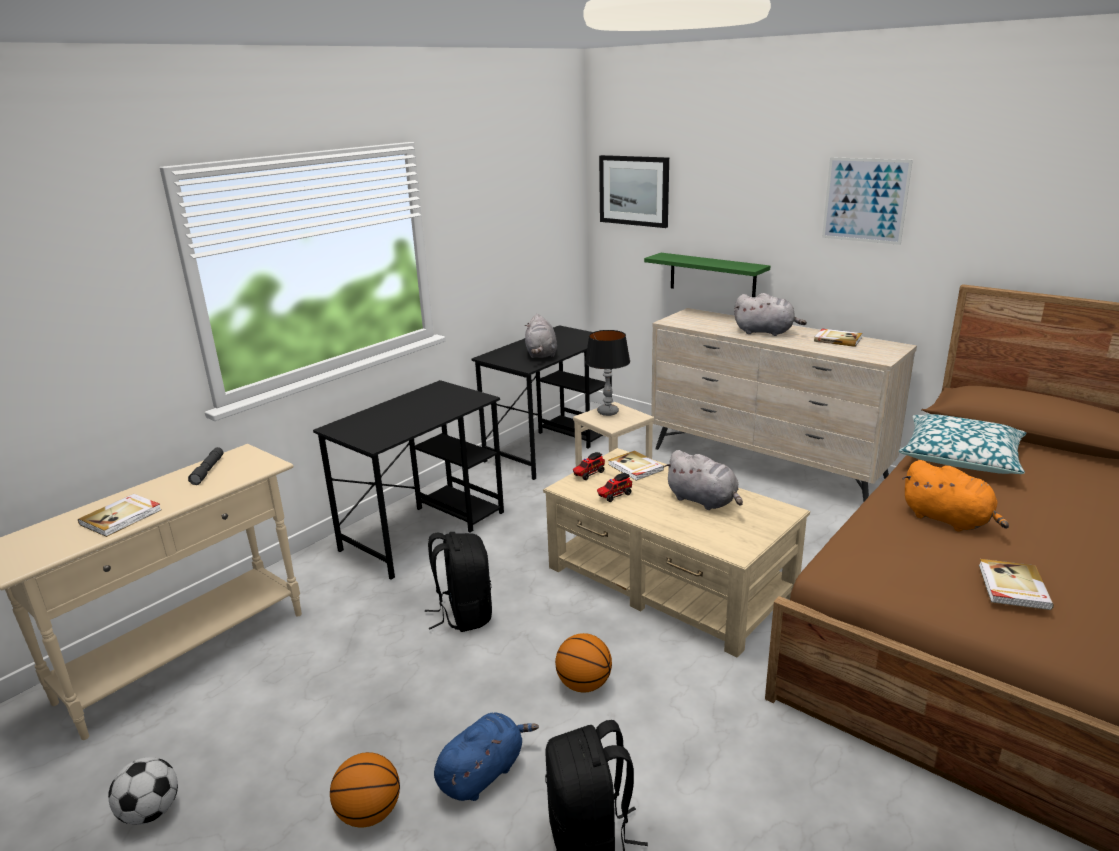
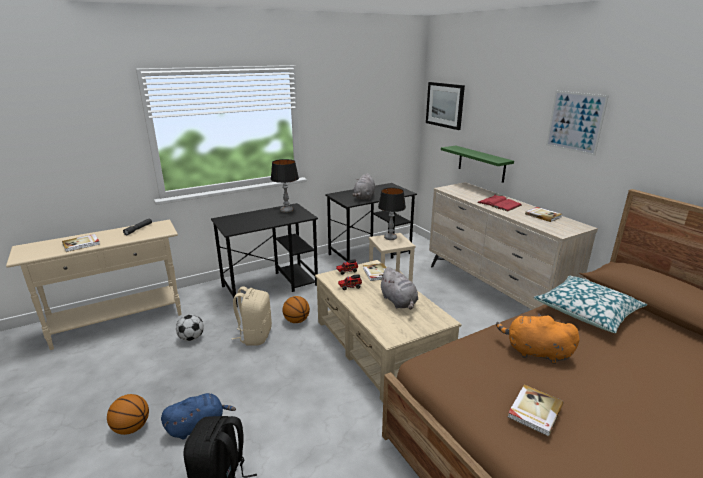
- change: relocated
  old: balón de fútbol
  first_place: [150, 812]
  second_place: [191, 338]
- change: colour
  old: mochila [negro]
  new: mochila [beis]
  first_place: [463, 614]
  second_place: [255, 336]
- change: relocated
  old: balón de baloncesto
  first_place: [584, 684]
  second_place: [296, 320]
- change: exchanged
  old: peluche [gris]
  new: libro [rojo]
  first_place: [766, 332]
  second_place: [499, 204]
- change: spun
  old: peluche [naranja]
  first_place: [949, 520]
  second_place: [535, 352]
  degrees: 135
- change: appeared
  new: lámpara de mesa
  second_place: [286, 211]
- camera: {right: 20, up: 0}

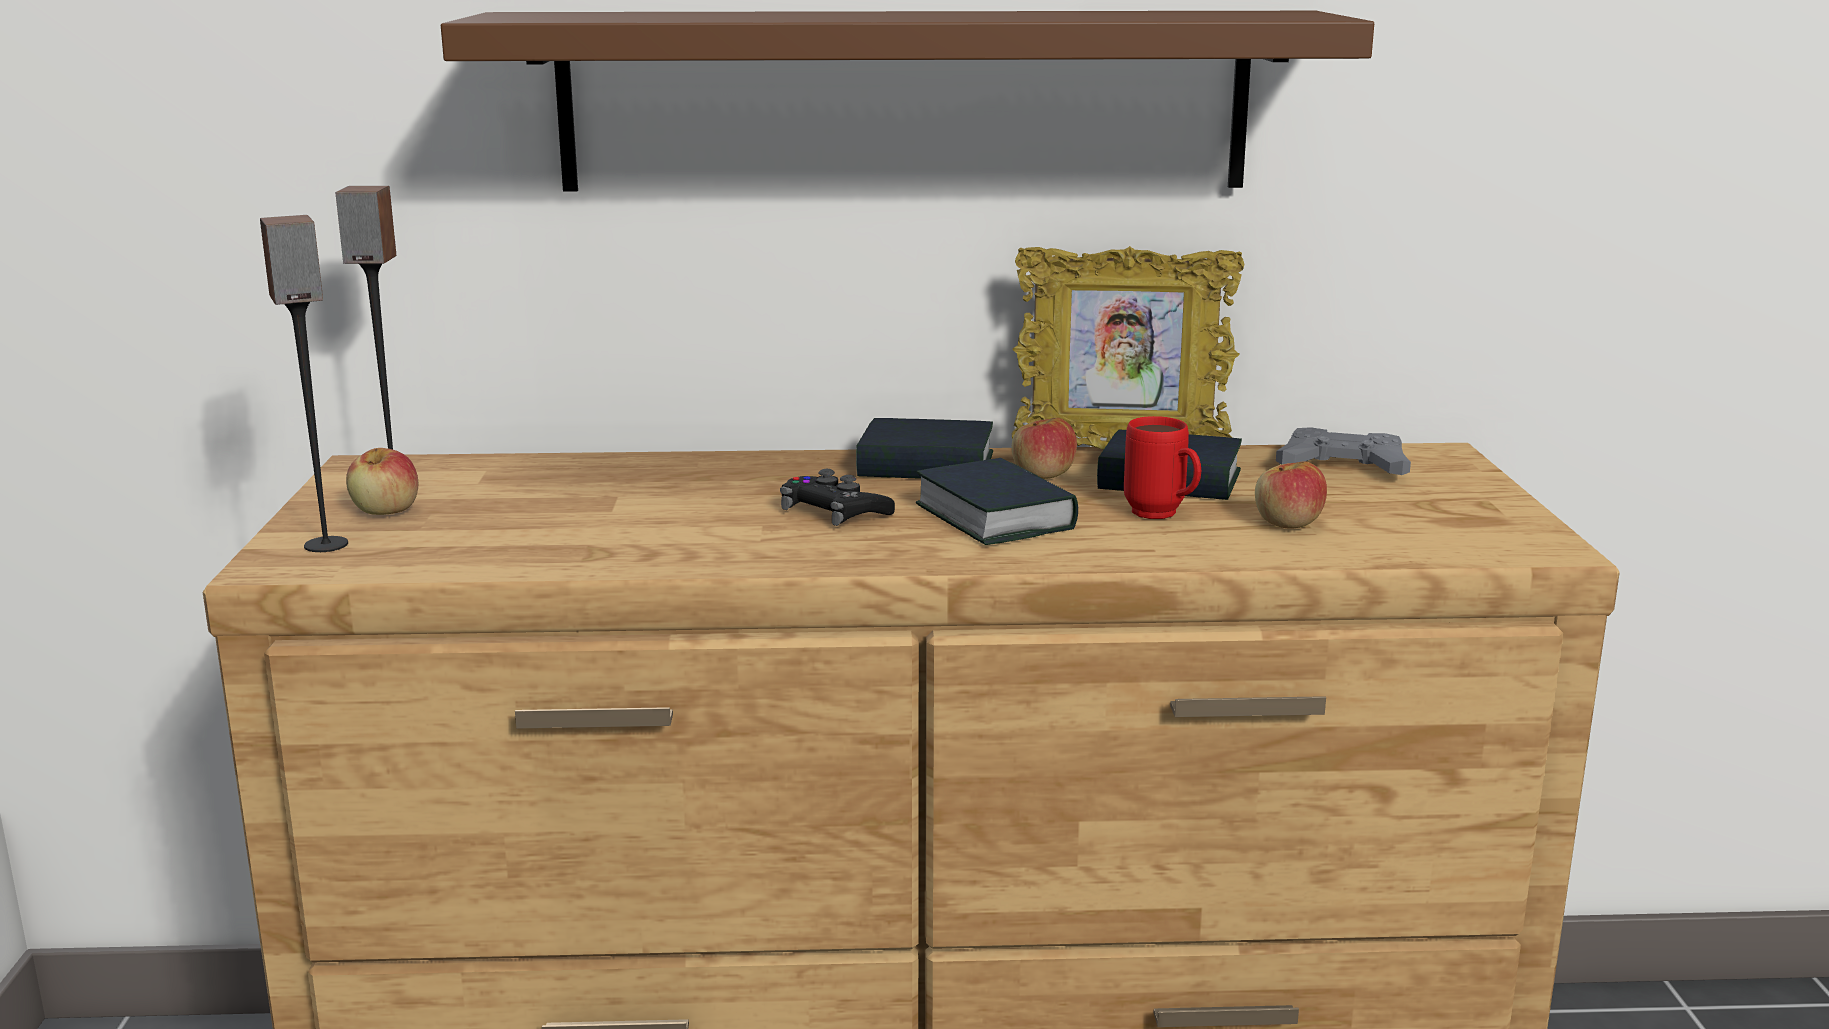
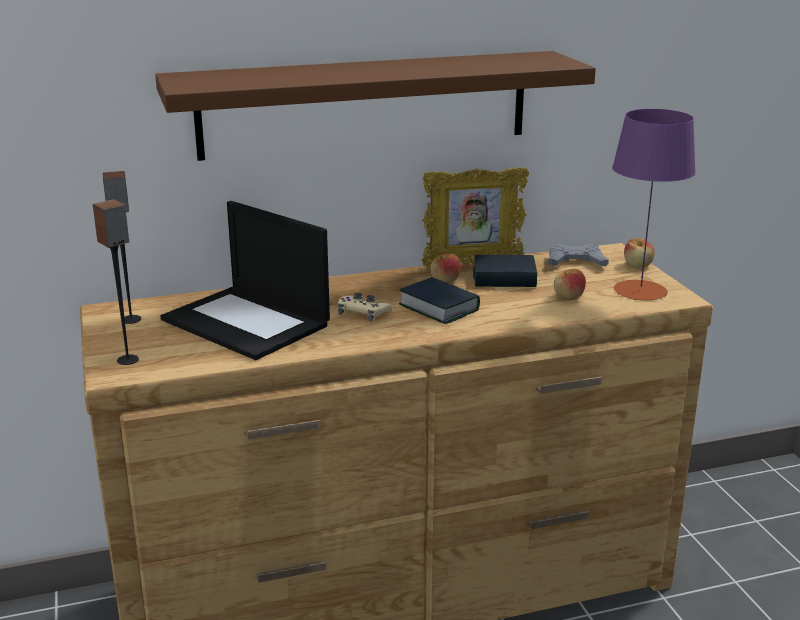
- change: relocated
  old: manzana
  first_place: [386, 511]
  second_place: [638, 265]
- change: colour
  old: mando de consola [negro]
  new: mando de consola [beis]
  first_place: [834, 512]
  second_place: [363, 313]
- change: missing
  old: libro
  first_place: [926, 466]
- change: missing
  old: taza grande [rojo]
  first_place: [1163, 516]
- change: appeared
  new: portátil
  second_place: [248, 322]
- change: appeared
  new: lámpara de mesa [morado]
  second_place: [640, 290]
- camera: {right: -15, up: 5}

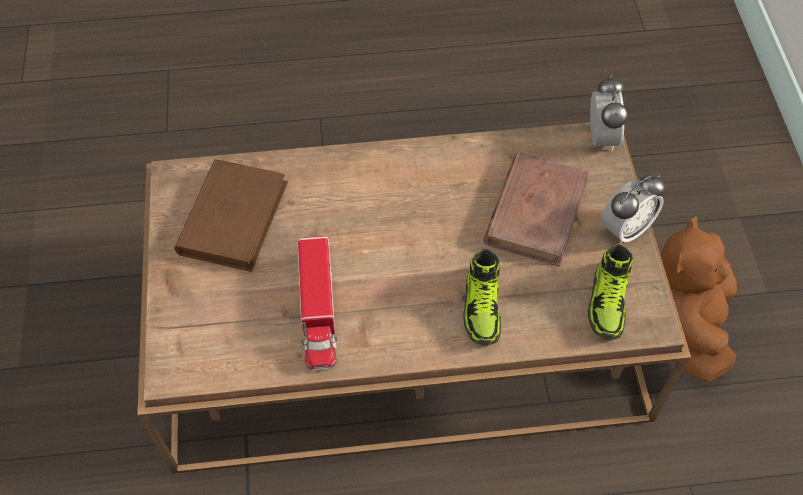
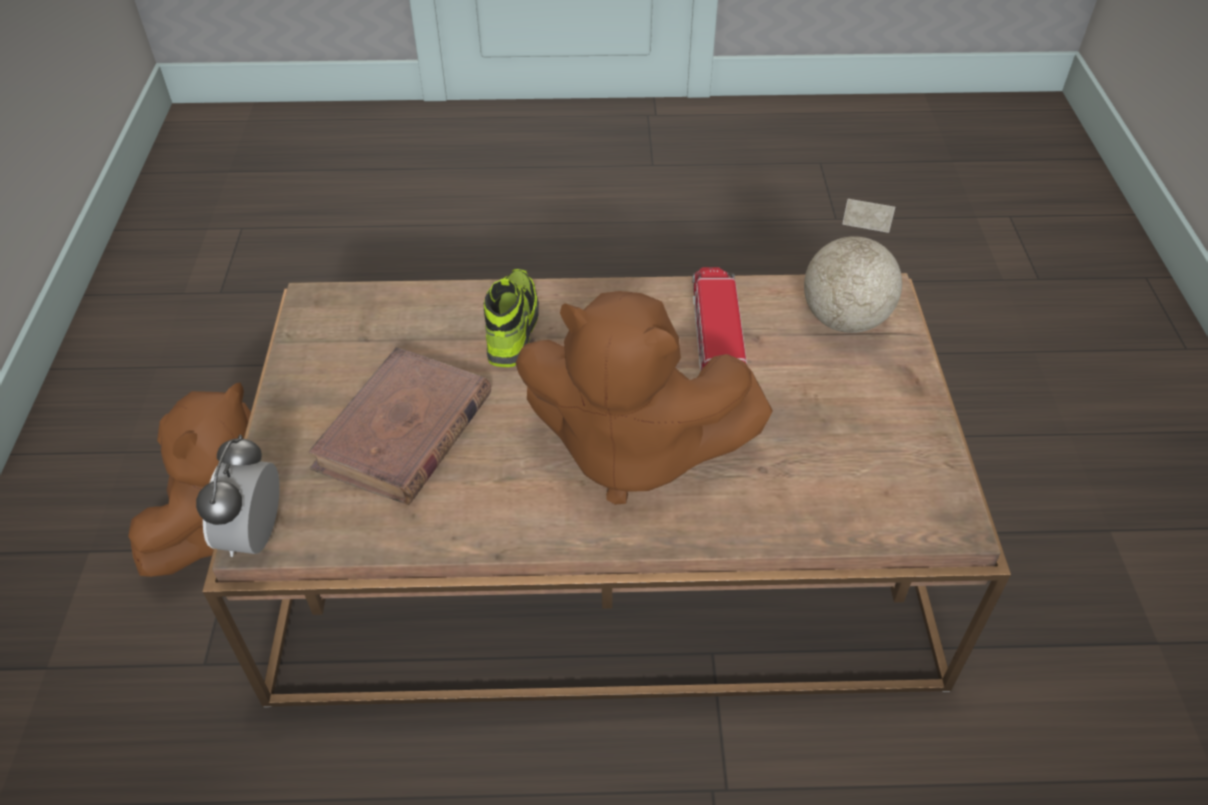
- change: missing
  old: libro [marrón]
  first_place: [233, 217]
- change: missing
  old: zapato
  first_place: [607, 302]
- change: missing
  old: despertador
  first_place: [625, 229]
- change: appeared
  new: peluche [marrón]
  second_place: [632, 450]
- change: appeared
  new: globo terráqueo
  second_place: [845, 320]
- camera: {right: -175, up: -10}

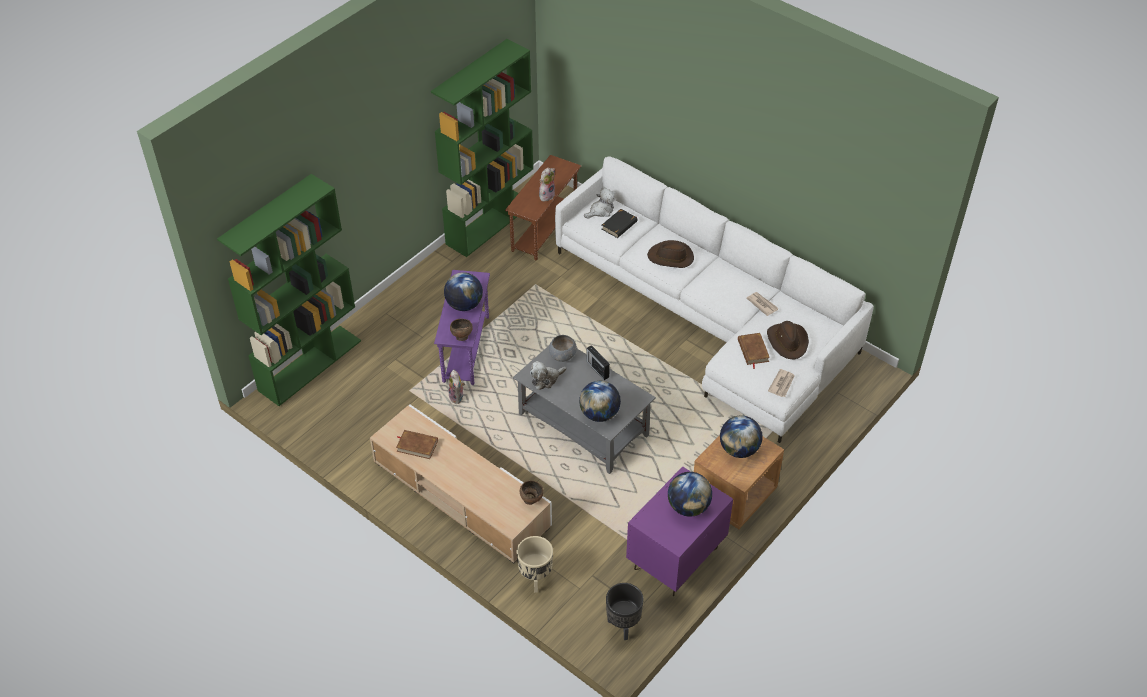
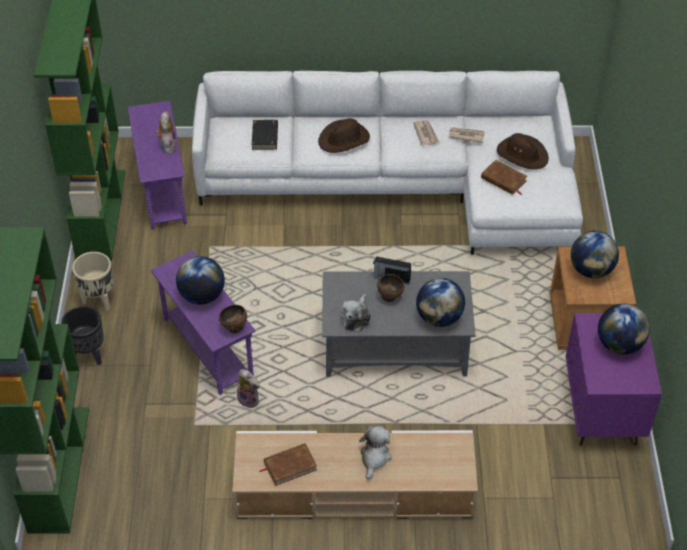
- change: colour
  old: mesa auxiliar [marrón]
  new: mesa auxiliar [morado]
  first_place: [545, 230]
  second_place: [163, 191]
- change: relocated
  old: maceta [beis]
  first_place: [535, 579]
  second_place: [99, 300]
- change: relocated
  old: cuenco [marrón]
  first_place: [531, 500]
  second_place: [389, 296]
- change: missing
  old: cuenco [gris]
  first_place: [562, 355]
- change: relocated
  old: peluche
  first_place: [601, 211]
  second_place: [374, 457]
- change: relocated
  old: maceta [negro]
  first_place: [623, 626]
  second_place: [89, 355]
- change: relocated
  old: periódico
  first_place: [782, 384]
  second_place: [426, 134]
- camera: {right: -40, up: 0}

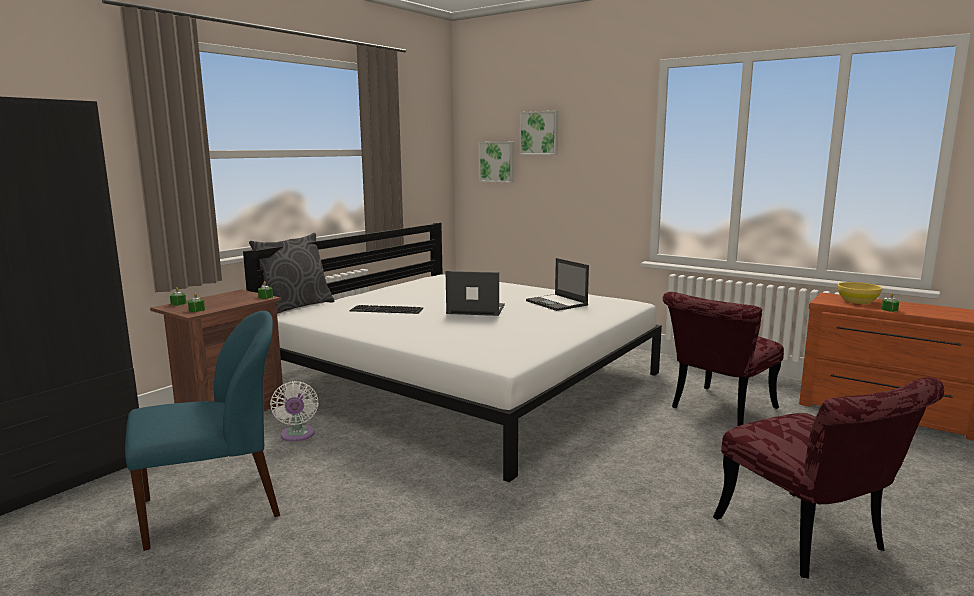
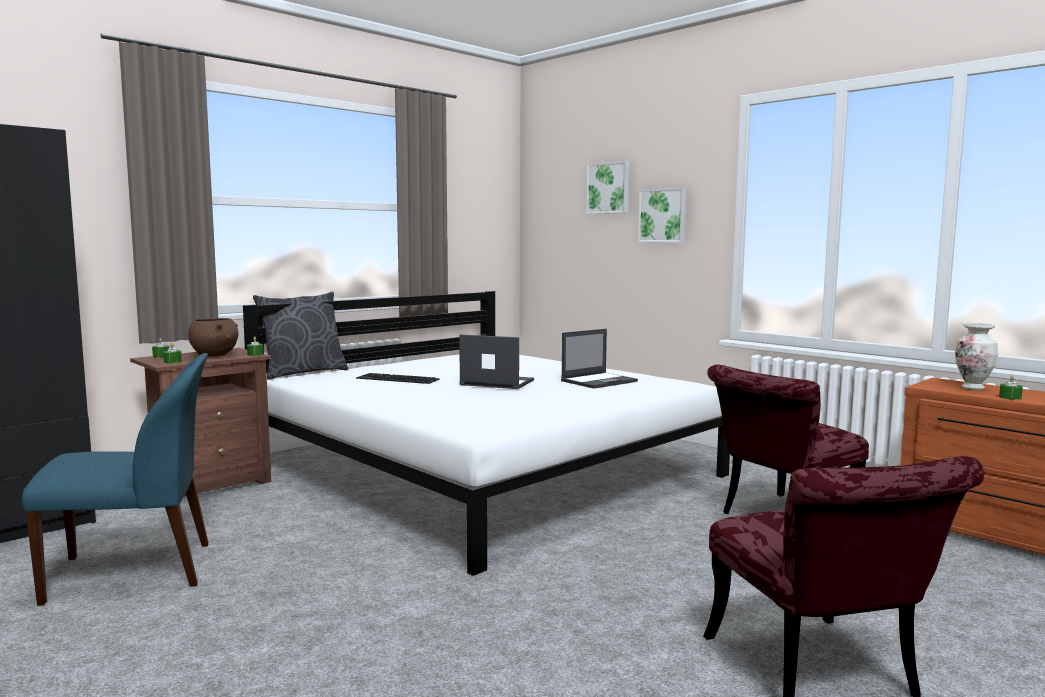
- change: missing
  old: ventilador [blanco]
  first_place: [297, 436]
- change: relocated
  old: cuadro
  first_place: [497, 161]
  second_place: [663, 215]
- change: spun
  old: portátil
  first_place: [557, 303]
  second_place: [599, 381]
  degrees: -105
- change: exchanged
  old: cuenco [amarillo]
  new: florero
  first_place: [857, 301]
  second_place: [973, 388]
- change: appeared
  new: cuenco [marrón]
  second_place: [214, 355]
- camera: {right: 10, up: -5}

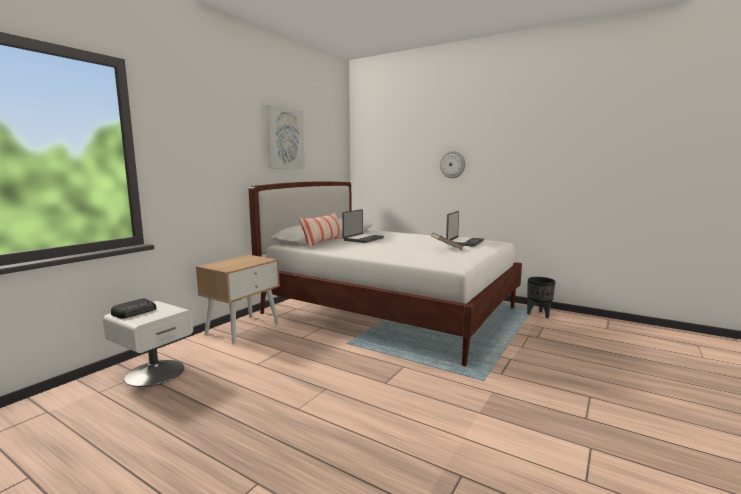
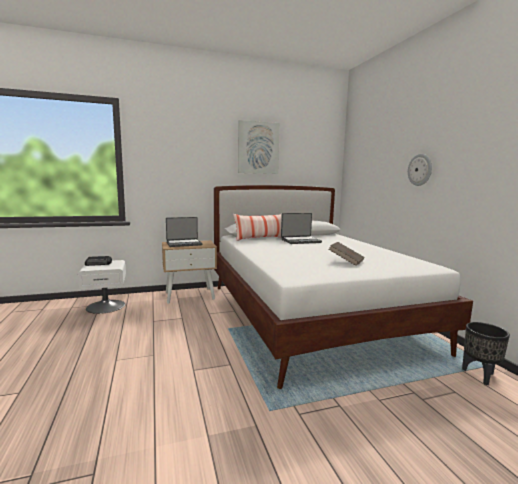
- change: relocated
  old: portátil
  first_place: [464, 242]
  second_place: [184, 243]
- camera: {right: 40, up: 0}

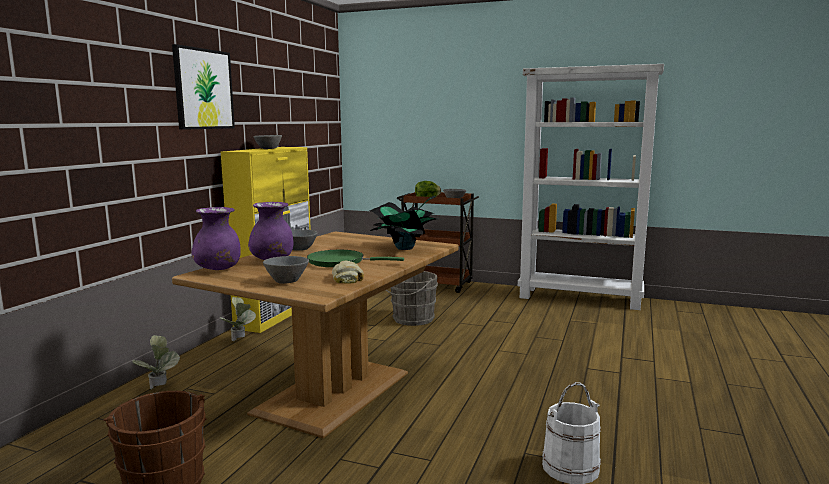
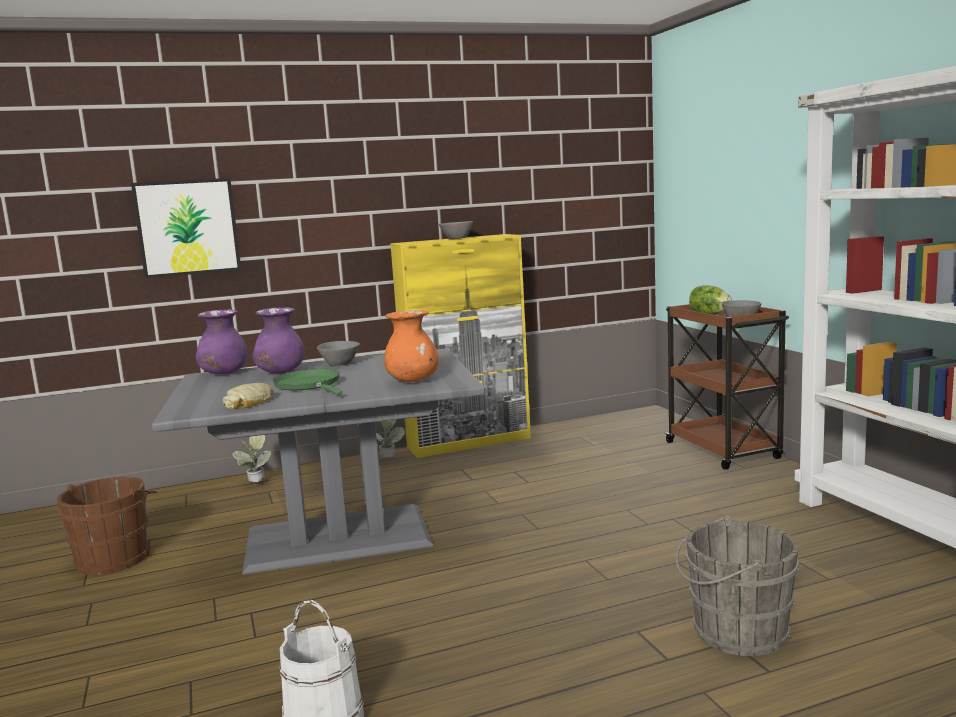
- change: relocated
  old: cuadro
  first_place: [203, 89]
  second_place: [187, 227]
- change: colour
  old: mesa de comedor [marrón]
  new: mesa de comedor [gris]
  first_place: [335, 393]
  second_place: [338, 539]
- change: missing
  old: cuenco [gris]
  first_place: [288, 281]
- change: exchanged
  old: planta en maceta
  new: florero [naranja]
  first_place: [404, 248]
  second_place: [413, 381]
- change: relocated
  old: cubo [gris]
  first_place: [411, 319]
  second_place: [734, 632]
- camera: {right: 50, up: 0}

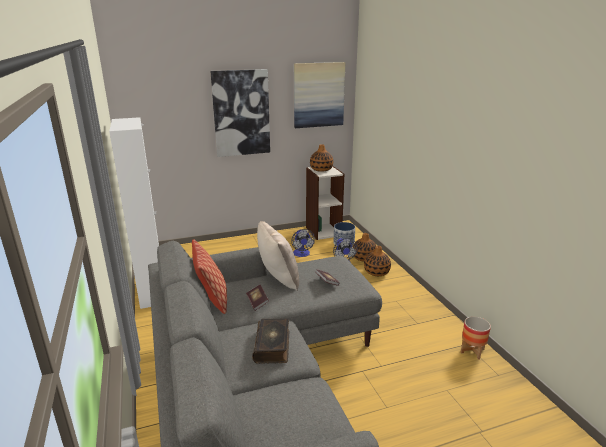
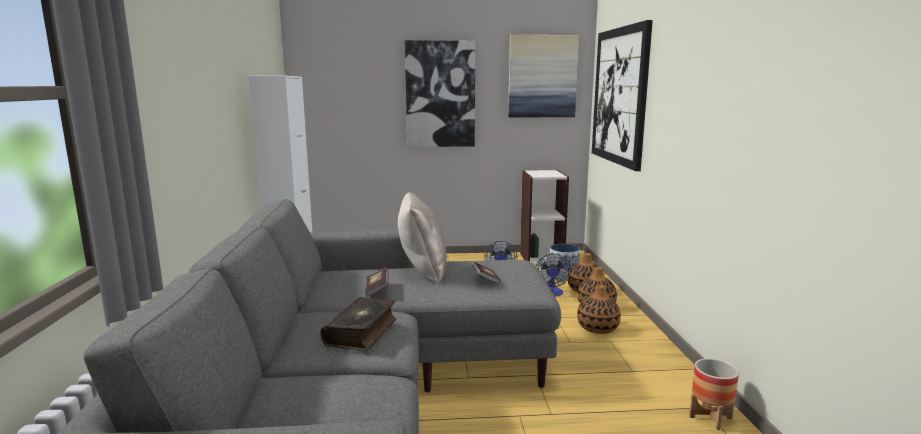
- change: missing
  old: cojín
  first_place: [212, 300]
- change: relocated
  old: florero
  first_place: [321, 169]
  second_place: [598, 328]
- change: appeared
  new: cuadro
  second_place: [620, 96]
- camera: {right: 15, up: -10}

